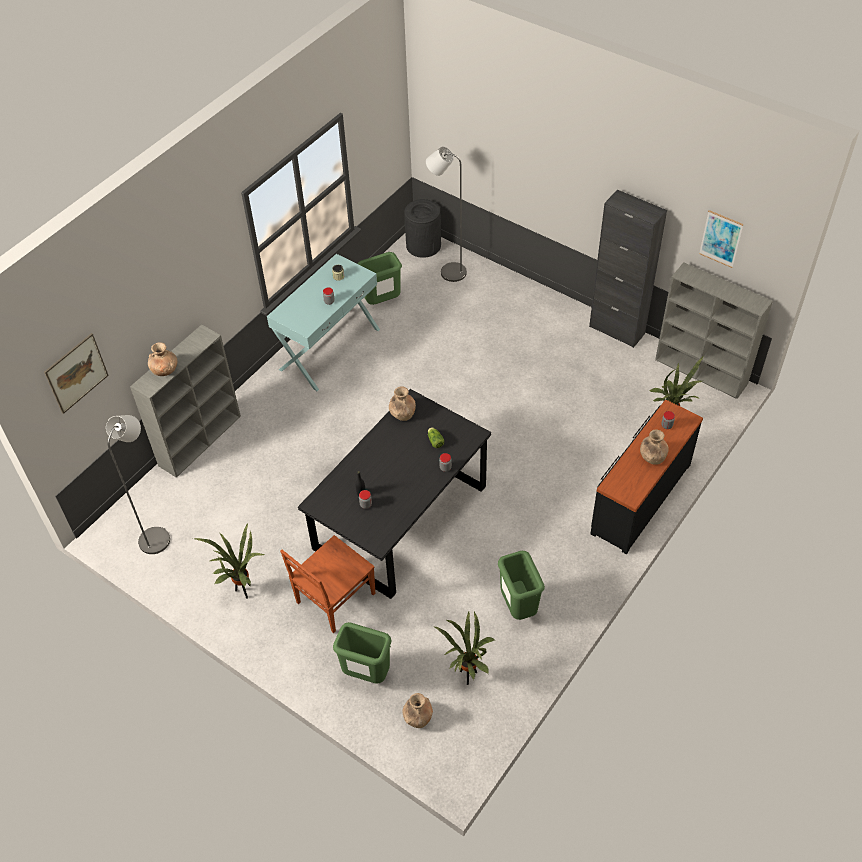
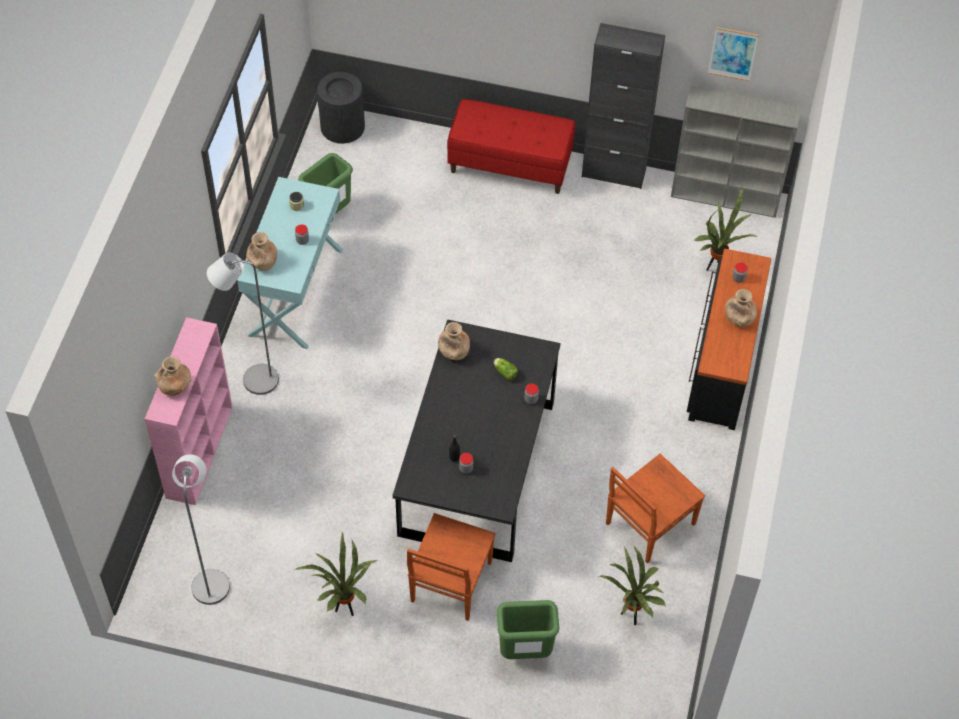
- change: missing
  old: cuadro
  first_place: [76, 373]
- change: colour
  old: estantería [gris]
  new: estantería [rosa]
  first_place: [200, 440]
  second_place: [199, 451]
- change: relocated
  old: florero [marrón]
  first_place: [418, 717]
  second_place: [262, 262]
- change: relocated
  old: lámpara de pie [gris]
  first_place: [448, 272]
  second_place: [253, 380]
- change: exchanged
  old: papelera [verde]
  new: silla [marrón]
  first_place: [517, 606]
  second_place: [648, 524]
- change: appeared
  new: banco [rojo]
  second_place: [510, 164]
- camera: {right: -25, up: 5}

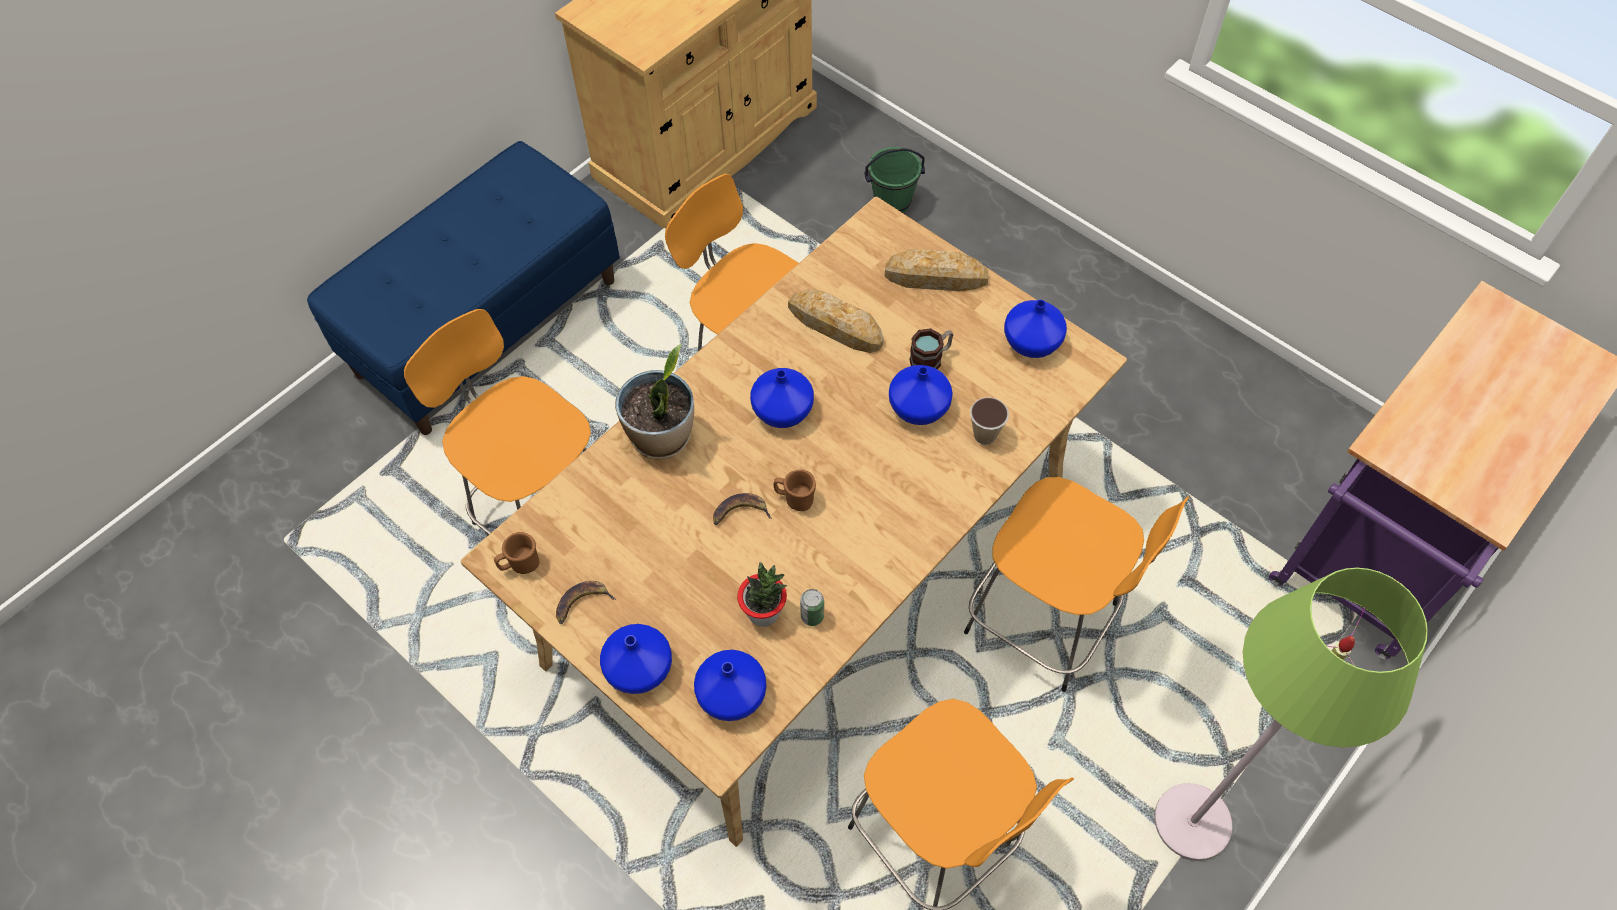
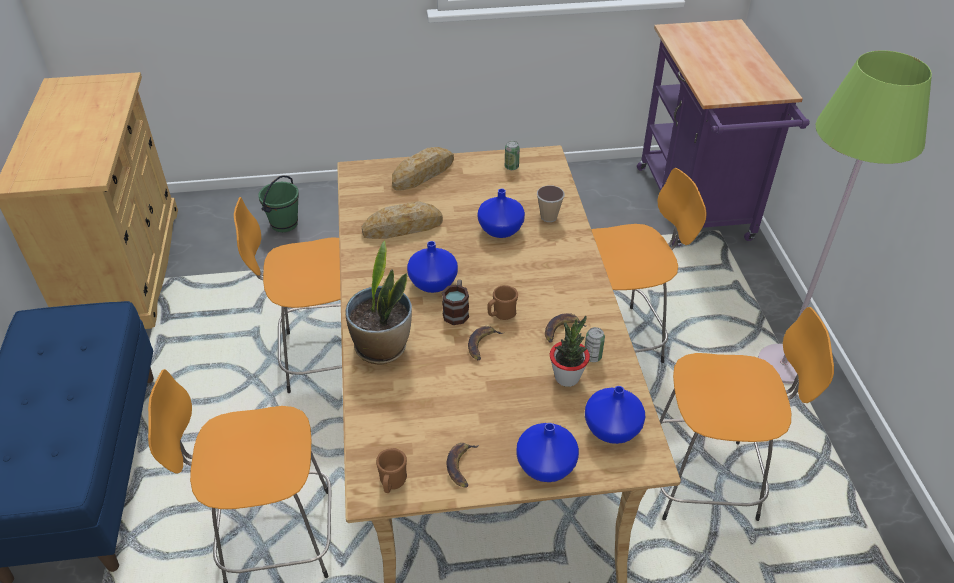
- change: relocated
  old: taza grande
  first_place: [931, 359]
  second_place: [456, 311]
- change: exchanged
  old: florero [azul]
  new: lata
  first_place: [1033, 343]
  second_place: [511, 167]
- change: appeared
  new: plátano
  second_place: [561, 330]
- camera: {right: -50, up: -15}

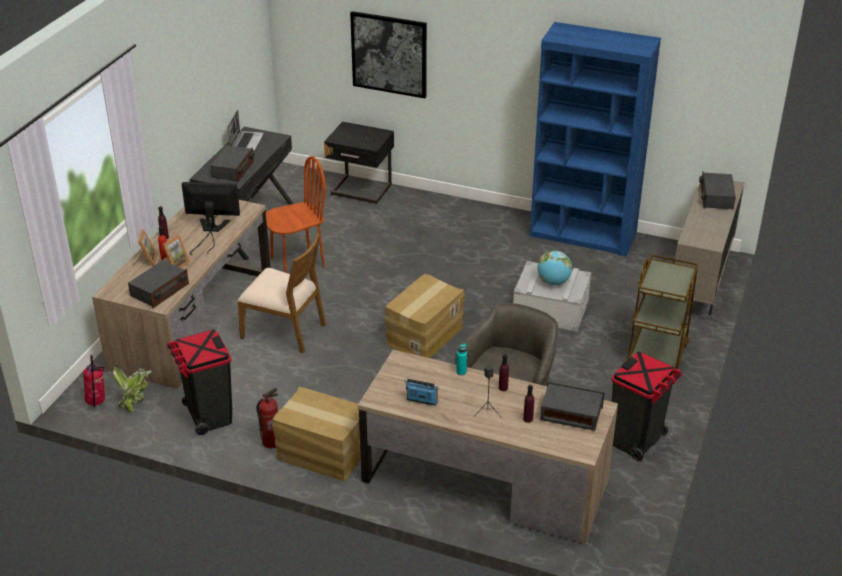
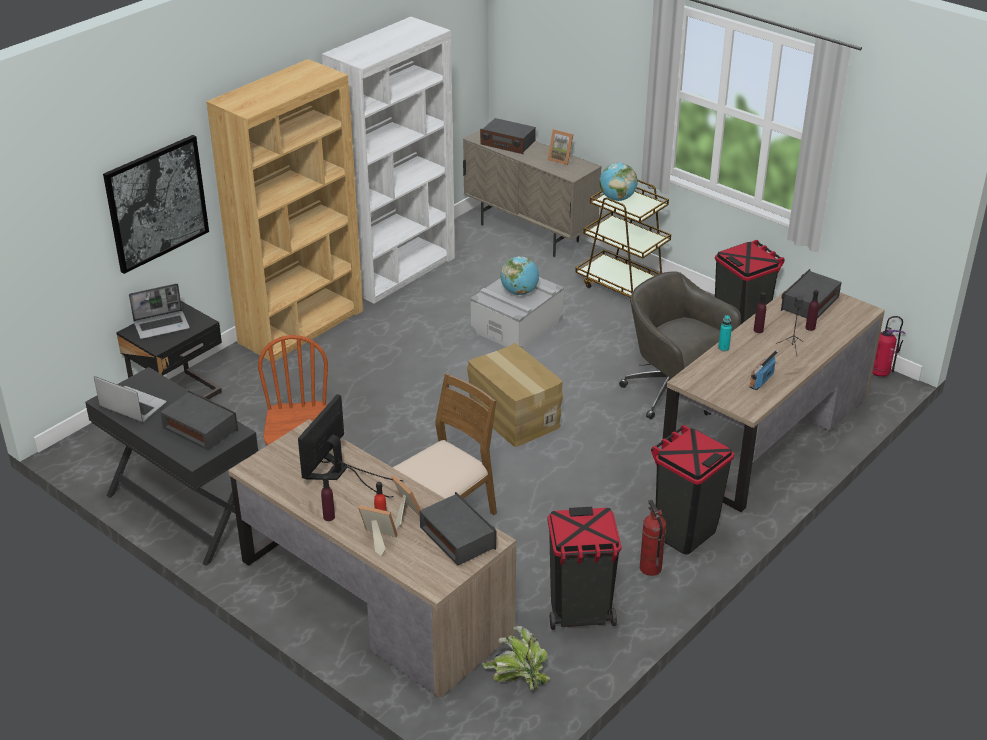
- change: relocated
  old: extintor
  first_place: [97, 402]
  second_place: [880, 373]
- change: exchanged
  old: caja de cartón
  new: papelera [negro]
  first_place: [322, 453]
  second_place: [684, 532]
- change: colour
  old: estantería [azul]
  new: estantería [blanco]
  first_place: [583, 235]
  second_place: [398, 271]
- change: appeared
  new: portátil
  second_place: [162, 325]
- change: appeared
  new: estantería [marrón]
  second_place: [301, 326]
- change: appeared
  new: portarretratos
  second_place: [561, 159]
- change: appeared
  new: globo terráqueo
  second_place: [617, 198]
- camera: {right: -70, up: 0}

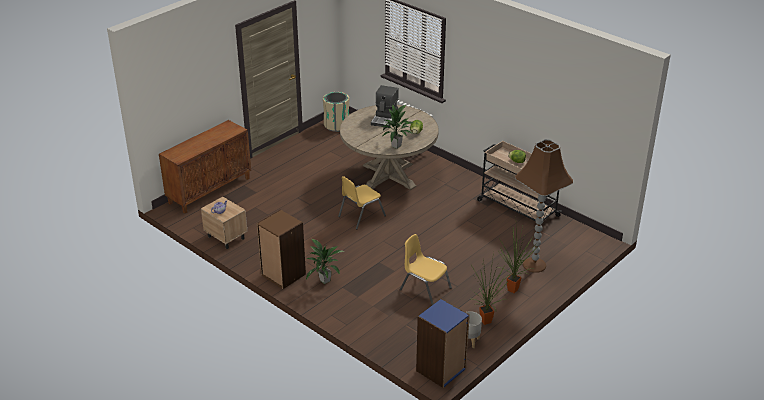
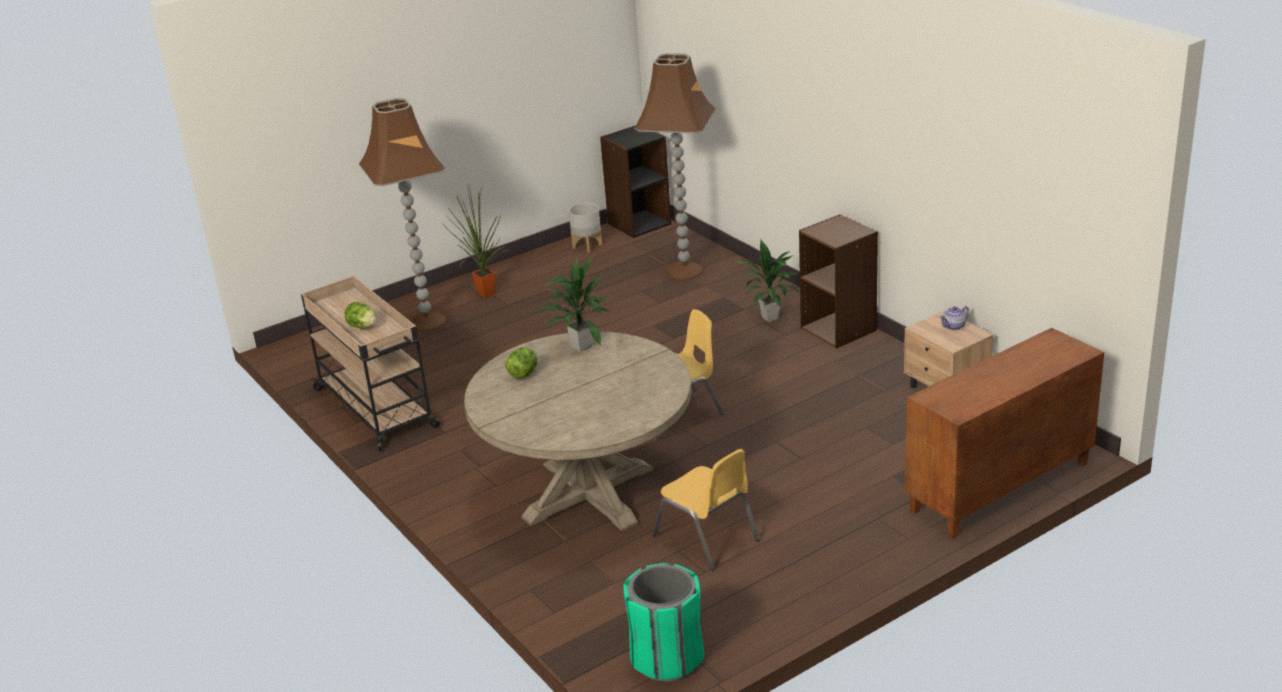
- change: colour
  old: papelera [beis]
  new: papelera [verde]
  first_place: [336, 125]
  second_place: [667, 658]
- change: missing
  old: cafetera
  first_place: [385, 118]
- change: relocated
  old: silla [amarillo]
  first_place: [425, 289]
  second_place: [706, 538]
- change: colour
  old: estantería [azul]
  new: estantería [negro]
  first_place: [441, 370]
  second_place: [639, 223]
- change: missing
  old: planta en maceta
  first_place: [486, 323]
- change: appeared
  new: lámpara de pie [marrón]
  second_place: [685, 270]
- camera: {right: -165, up: -5}

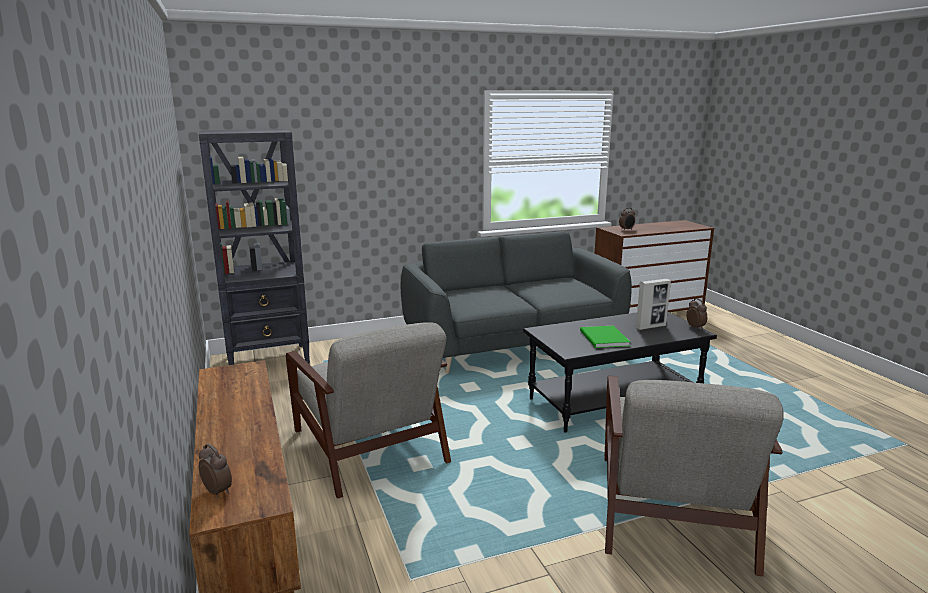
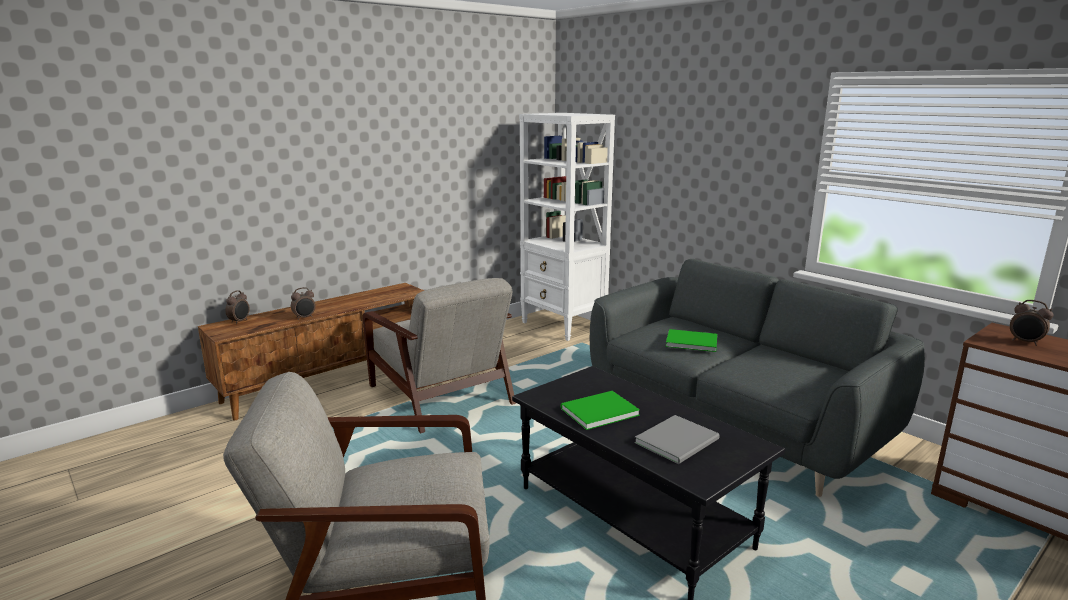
- change: colour
  old: estantería [negro]
  new: estantería [blanco]
  first_place: [270, 360]
  second_place: [563, 325]
- change: spun
  old: sillón [gris]
  first_place: [370, 447]
  second_place: [441, 396]
  degrees: -75
- change: exchanged
  old: portarretratos
  new: libro [gris]
  first_place: [650, 327]
  second_place: [679, 441]
- change: relocated
  old: despertador
  first_place: [695, 327]
  second_place: [304, 318]
- change: appeared
  new: libro [verde]
  second_place: [690, 341]
- camera: {right: 70, up: 0}

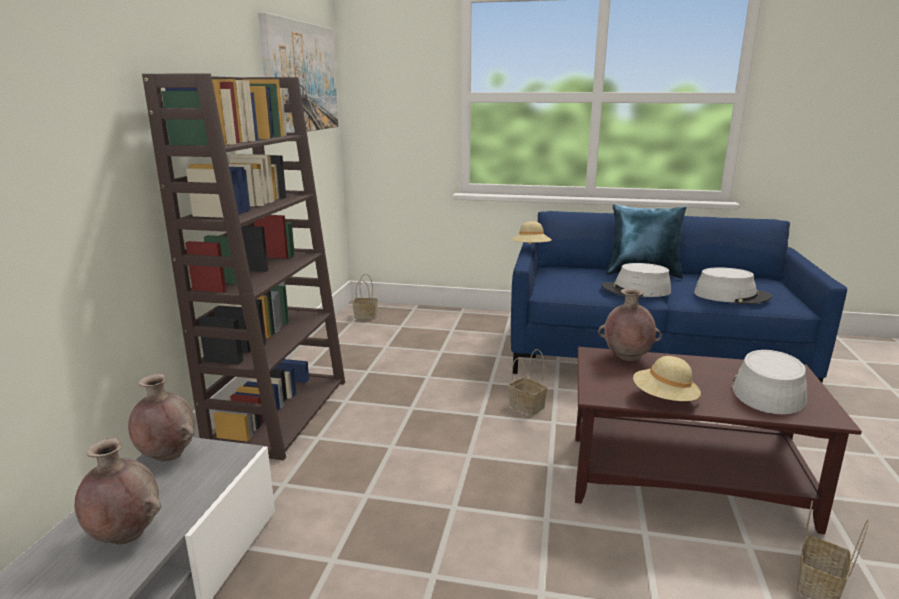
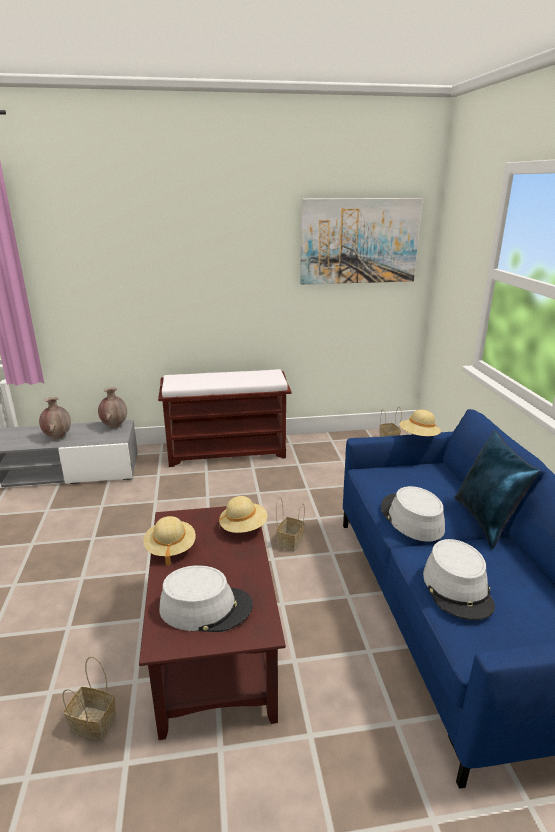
- change: exchanged
  old: estantería [marrón]
  new: banco [marrón]
  first_place: [280, 412]
  second_place: [228, 452]
- change: exchanged
  old: florero [marrón]
  new: sombrero [beis]
  first_place: [626, 358]
  second_place: [243, 527]
- camera: {right: 70, up: 5}

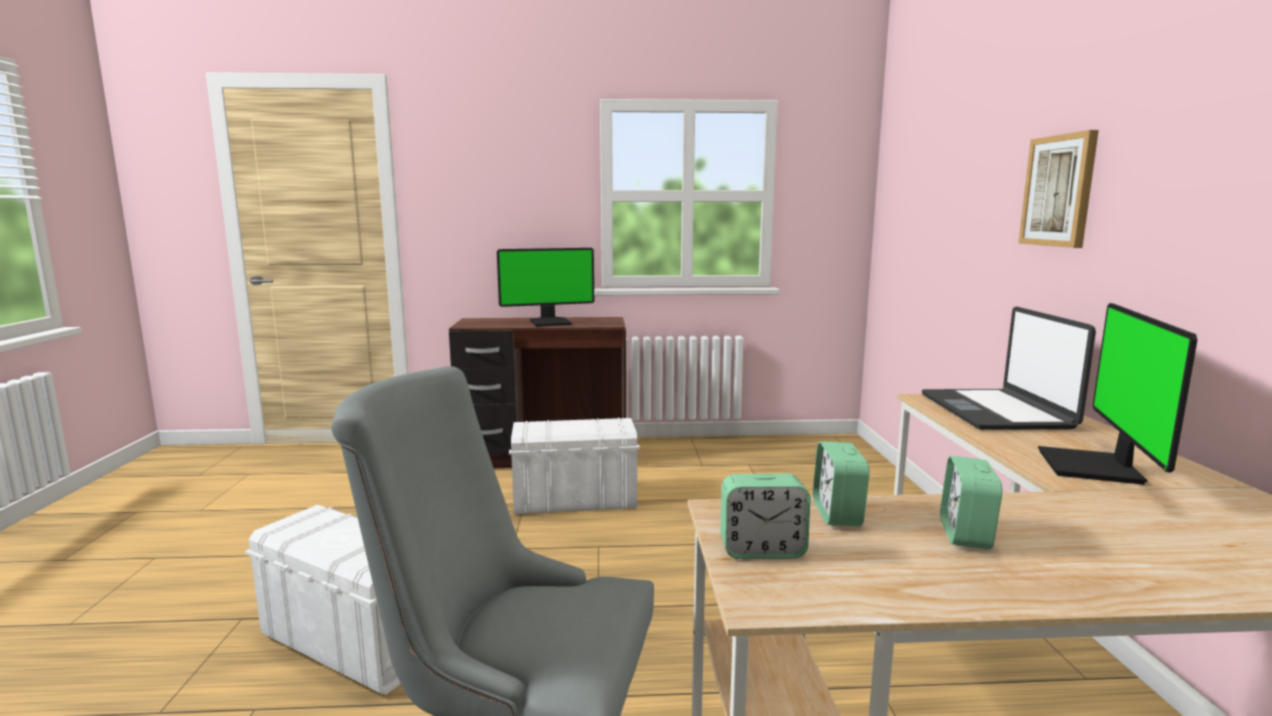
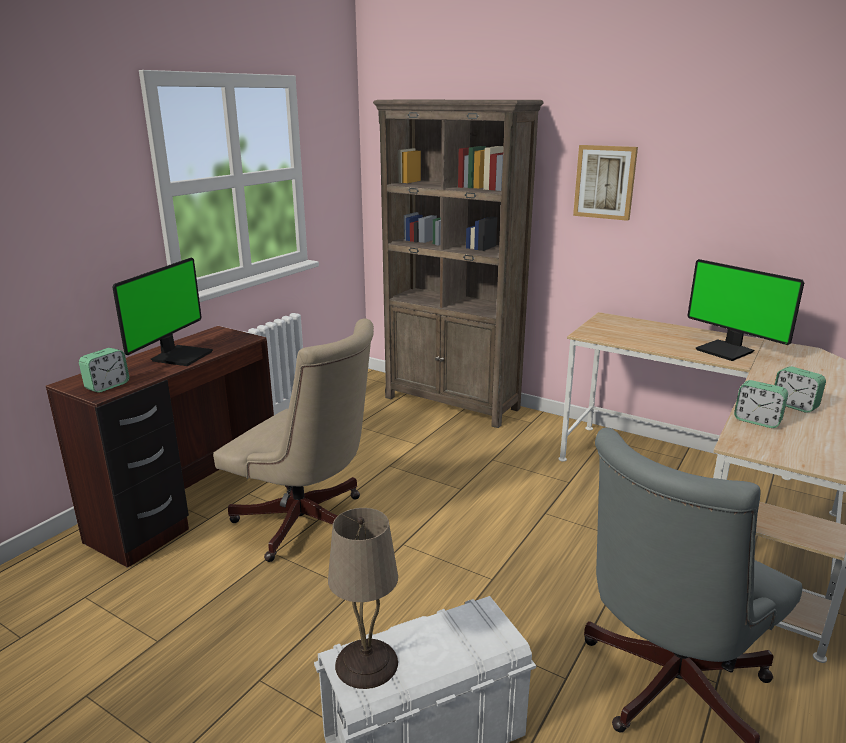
- change: exchanged
  old: caja de almacenaje [blanco]
  new: silla de oficina [beis]
  first_place: [574, 501]
  second_place: [307, 525]
- change: relocated
  old: despertador
  first_place: [762, 550]
  second_place: [107, 386]
- change: missing
  old: portátil
  first_place: [996, 411]
- change: appeared
  new: lámpara de mesa [beis]
  second_place: [368, 662]
- change: appeared
  new: estantería [marrón]
  second_place: [452, 403]
- camera: {right: -55, up: 10}

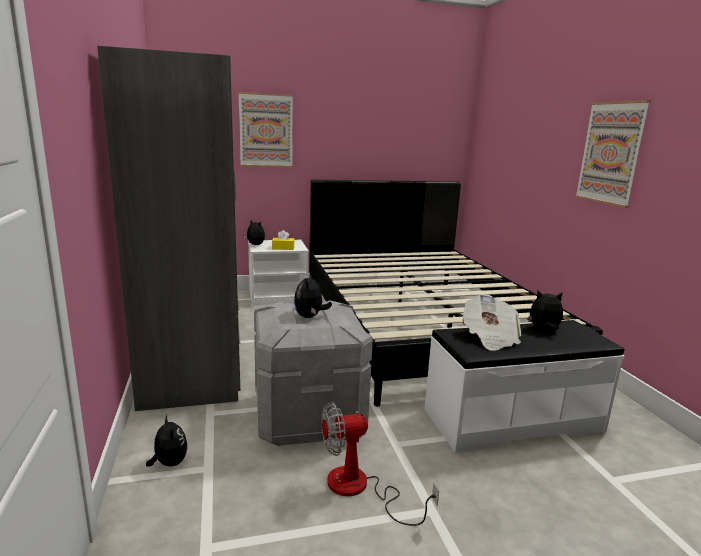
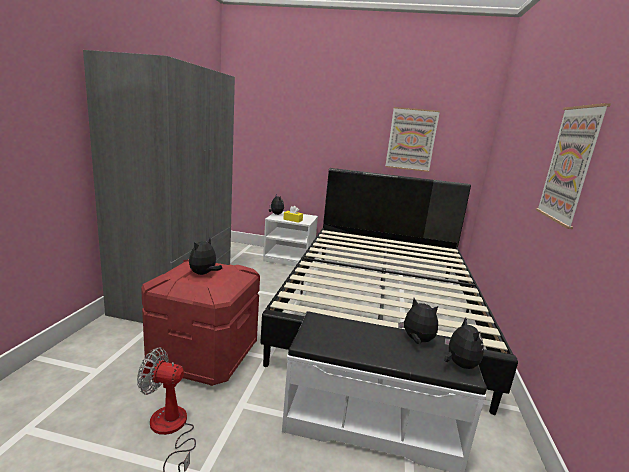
- change: relocated
  old: peluche
  first_place: [169, 463]
  second_place: [459, 365]
- change: relocated
  old: cuadro
  first_place: [266, 130]
  second_place: [411, 139]
- change: colour
  old: caja de almacenaje [gris]
  new: caja de almacenaje [rojo]
  first_place: [309, 416]
  second_place: [204, 357]
- change: missing
  old: periódico
  first_place: [489, 337]
- camera: {right: 25, up: 0}

